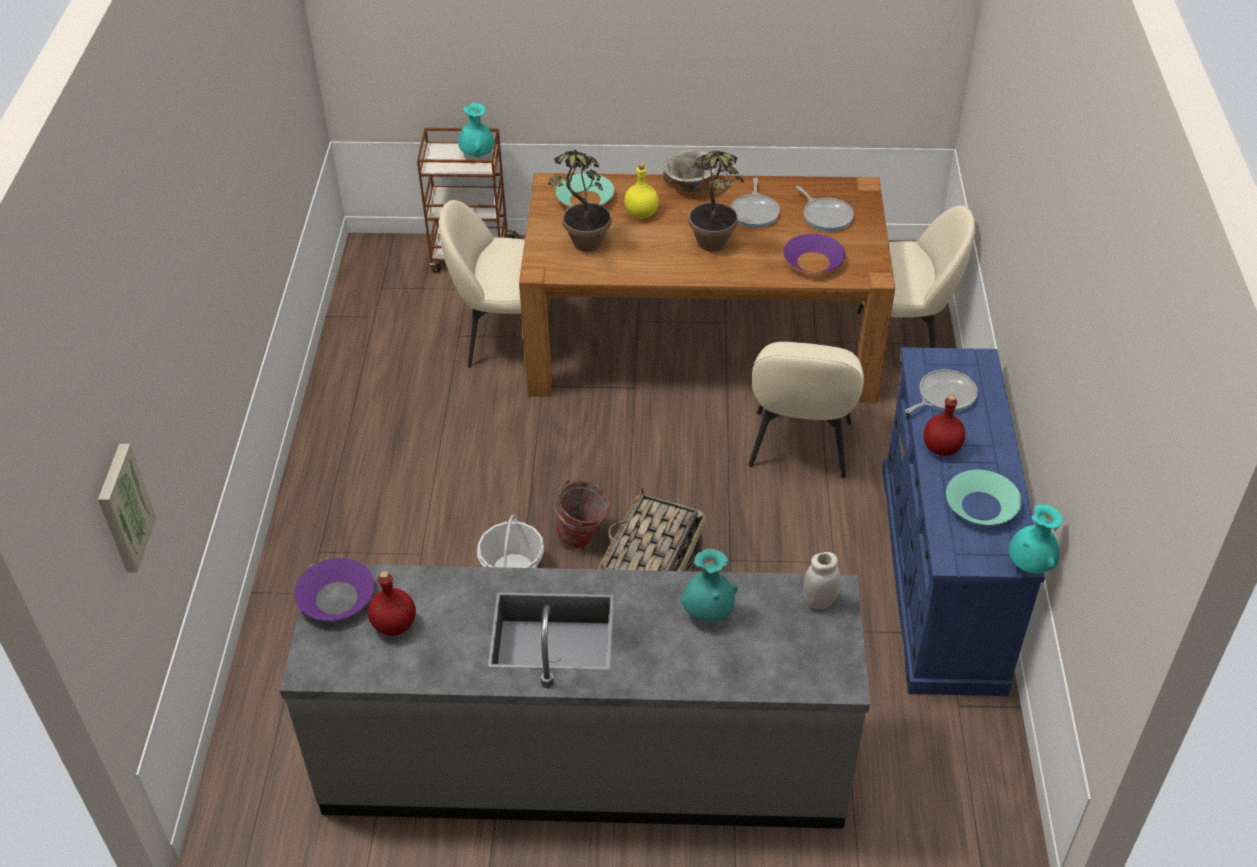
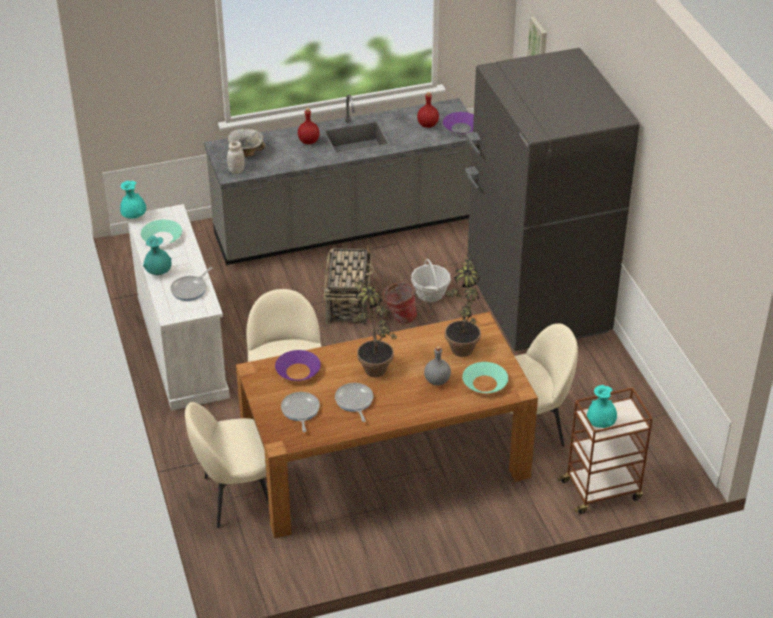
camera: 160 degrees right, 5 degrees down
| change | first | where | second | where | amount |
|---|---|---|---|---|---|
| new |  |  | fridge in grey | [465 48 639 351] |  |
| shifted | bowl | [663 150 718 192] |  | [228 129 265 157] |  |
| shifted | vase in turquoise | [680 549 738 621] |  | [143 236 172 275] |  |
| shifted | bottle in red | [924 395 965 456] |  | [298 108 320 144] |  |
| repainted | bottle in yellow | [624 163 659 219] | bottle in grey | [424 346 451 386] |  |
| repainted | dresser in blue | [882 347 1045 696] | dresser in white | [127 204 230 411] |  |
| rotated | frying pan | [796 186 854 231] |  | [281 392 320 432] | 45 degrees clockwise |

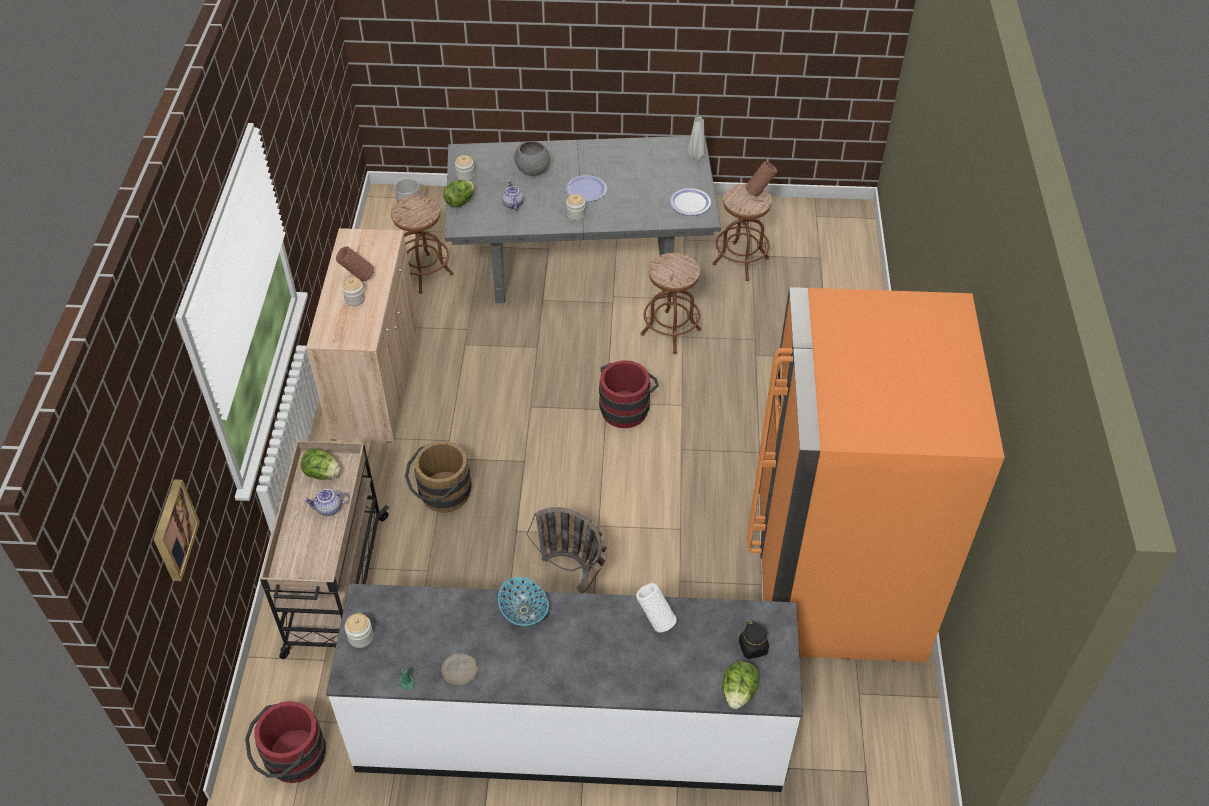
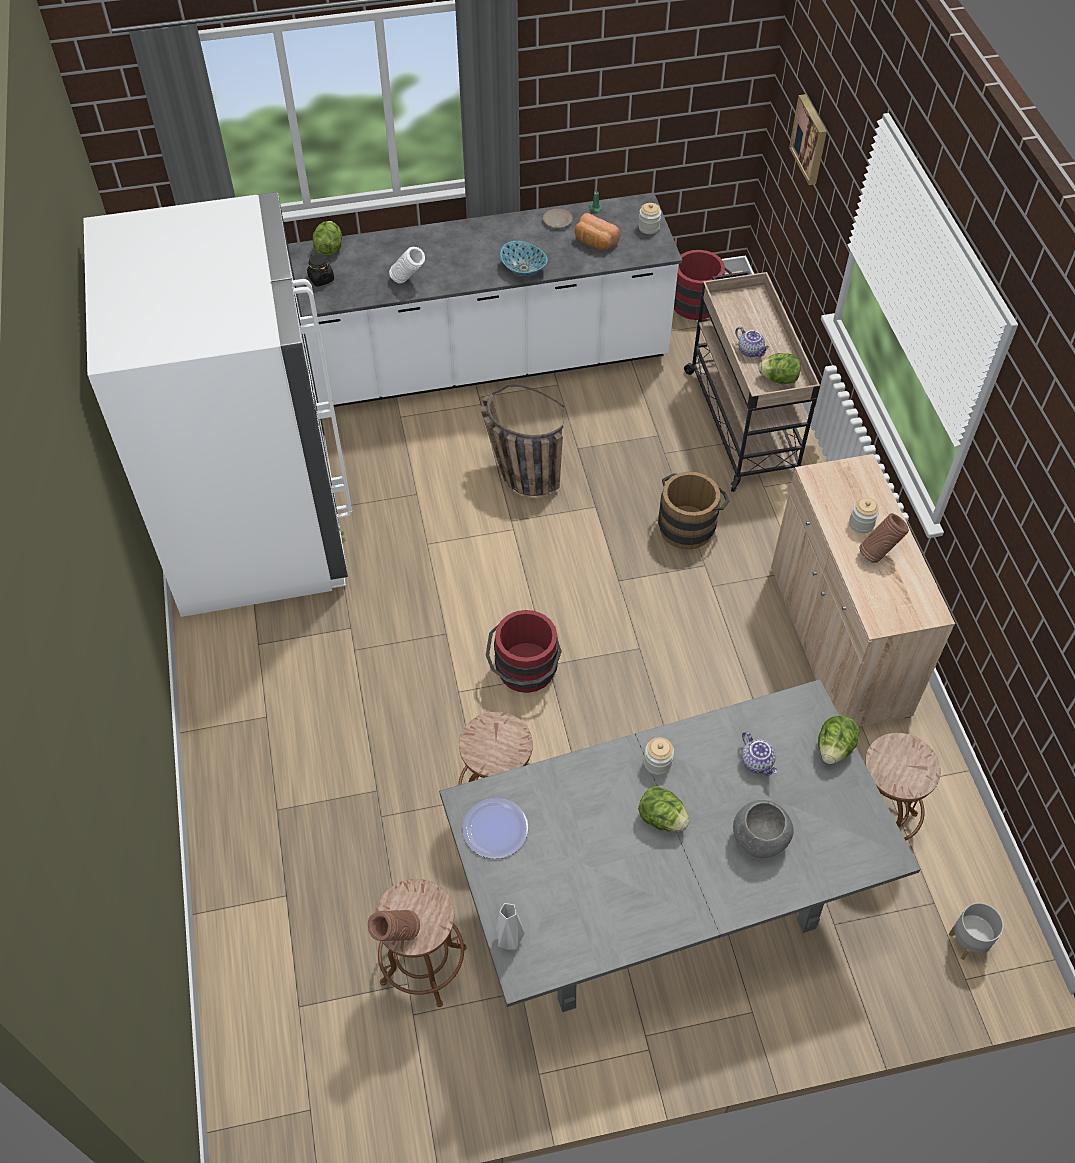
camera: 165 degrees right, 5 degrees up
| change | first | where | second | where | amount |
|---|---|---|---|---|---|
| gone | jar | [455 155 474 181] |  |  |  |
| new |  |  | bread | [575 213 620 250] |  |
| swapped | plate | [566 175 607 202] | lettuce | [638 786 690 832] |  |
| repainted | fridge in orange | [747 287 1004 662] | fridge in white | [83 192 352 617] |  |
| rotated | teapot | [303 489 350 516] |  | [735 327 770 357] | 75 degrees clockwise |

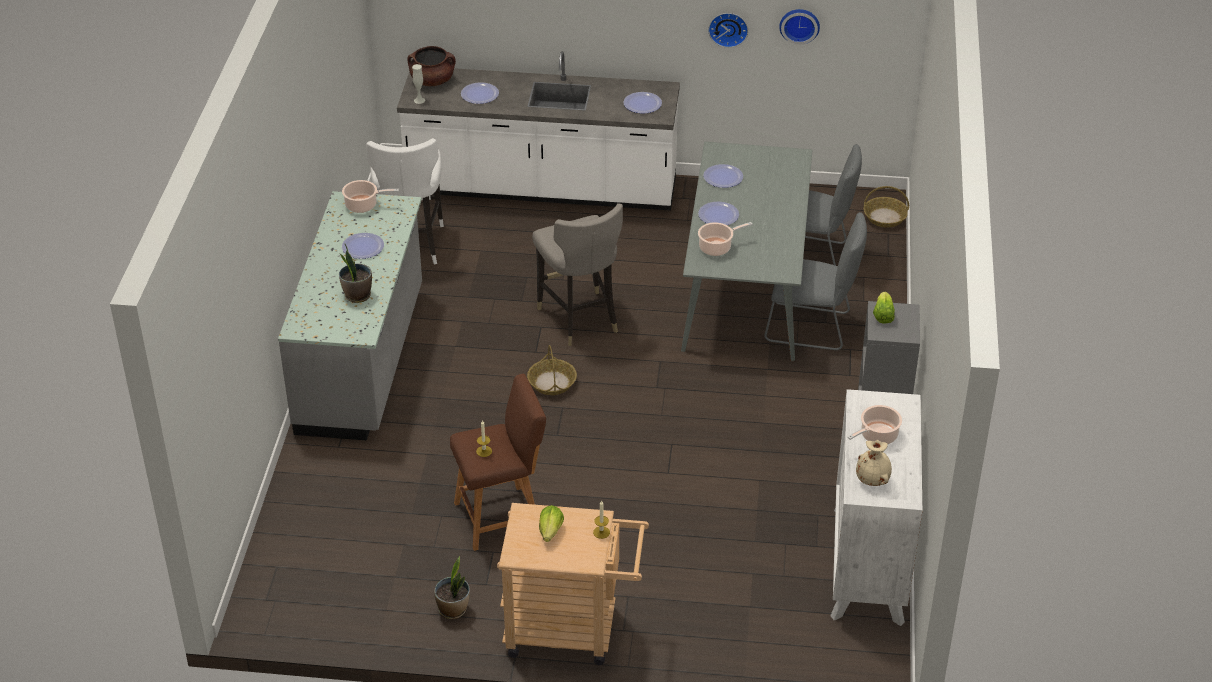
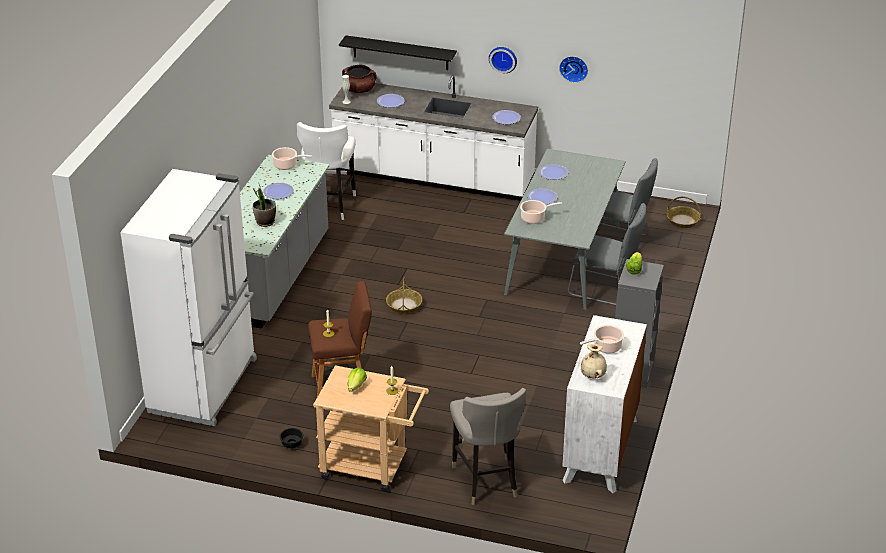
camera: 10 degrees right, 5 degrees down
| change | first | where | second | where | amount |
|---|---|---|---|---|---|
| new |  |  | fridge in white | [120 169 257 426] |  |
| new |  |  | shelf in black | [339 35 457 70] |  |
| shifted | stool in grey | [532 203 623 346] |  | [450 388 526 505] |  |
| shifted | wall clock | [779 9 820 45] |  | [489 47 517 73] |  |
| swapped | potted plant | [434 556 470 619] | bowl in black | [279 428 303 448] |  |

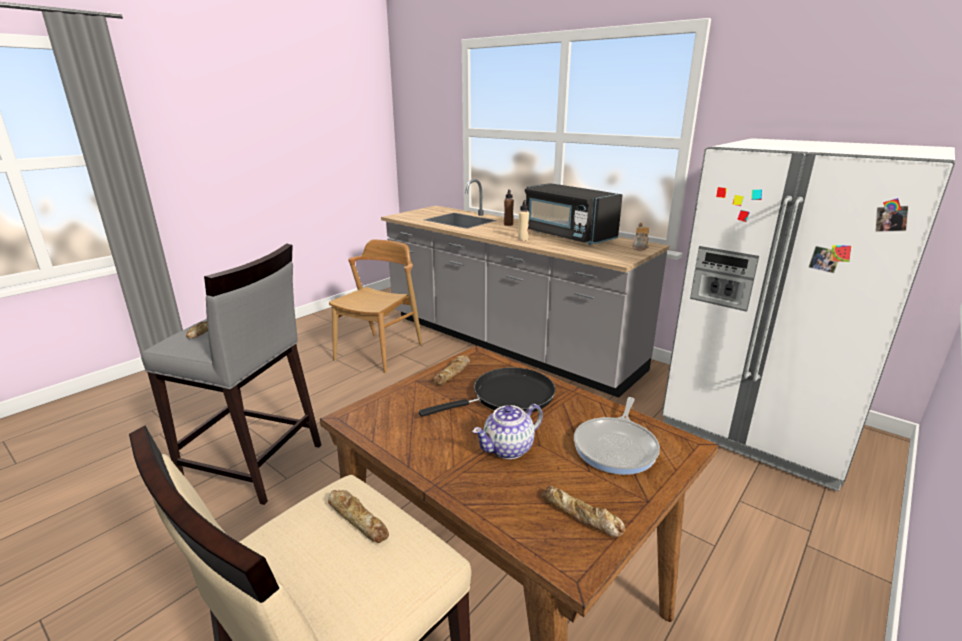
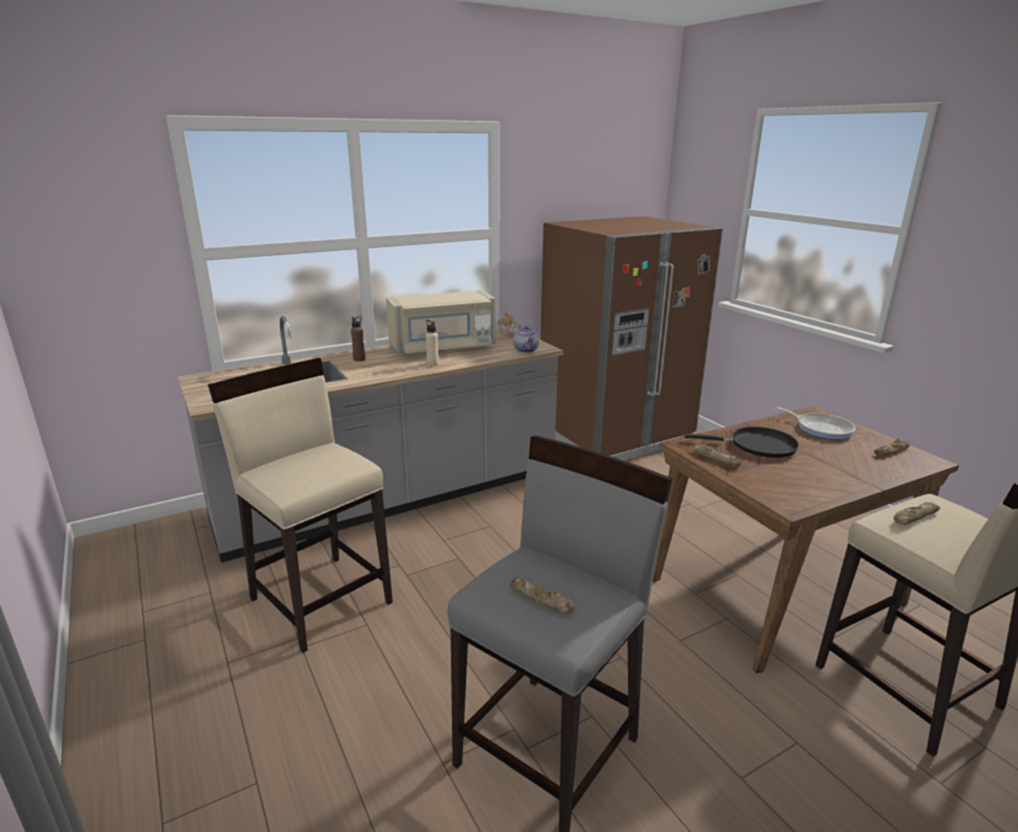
camera: 70 degrees left, 0 degrees up
| change | first | where | second | where | amount |
|---|---|---|---|---|---|
| shifted | teapot | [472 404 543 459] |  | [513 326 539 353] |  |
| swapped | chair in brown | [329 239 422 373] | stool in beige | [208 358 393 653] |  |
| repainted | microwave in black | [525 183 623 245] | microwave in beige | [386 290 496 355] |  |
| repainted | fridge in white | [662 138 955 492] | fridge in brown | [540 216 723 460] |  |
| rotated | frying pan in black | [419 367 555 417] |  | [685 427 799 458] | 105 degrees clockwise |

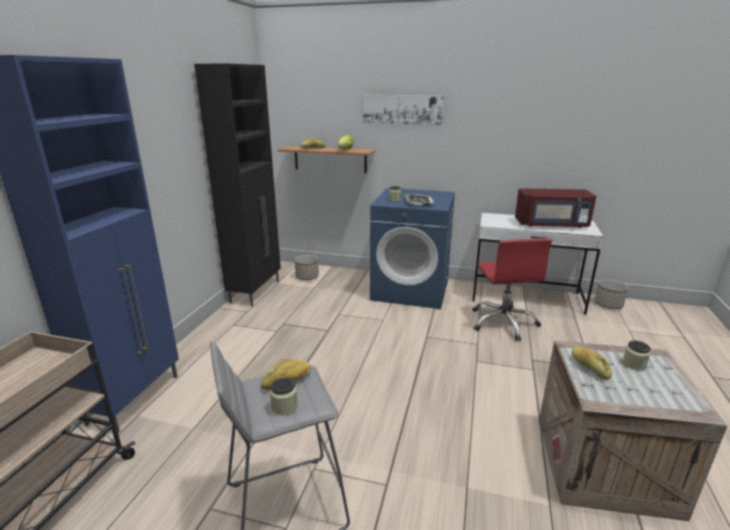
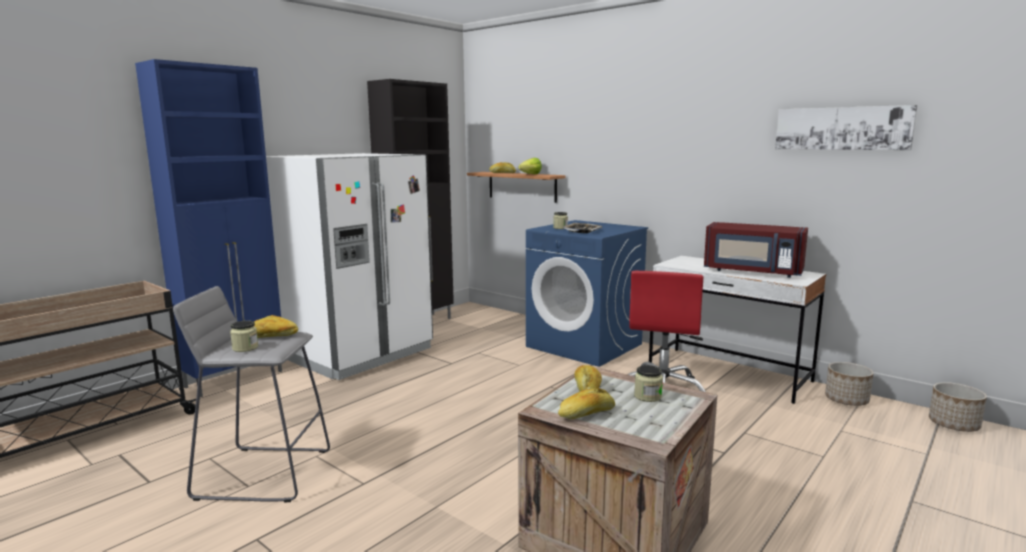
camera: 25 degrees right, 10 degrees down
| change | first | where | second | where | amount |
|---|---|---|---|---|---|
| new |  |  | fridge in white | [266 153 433 380] |  |
| new |  |  | bread | [558 388 615 420] |  |
| shifted | planter | [294 255 319 280] |  | [929 382 987 432] |  |
| shifted | picture | [363 95 444 125] |  | [775 105 918 150] |  |

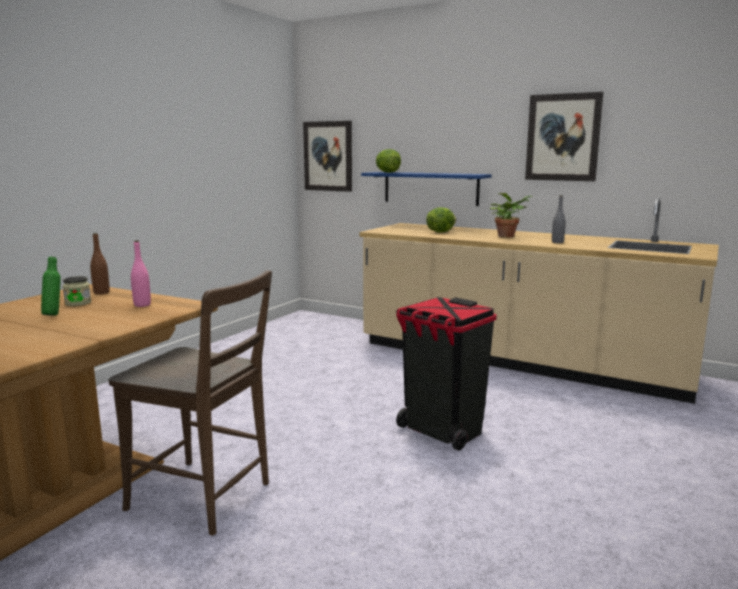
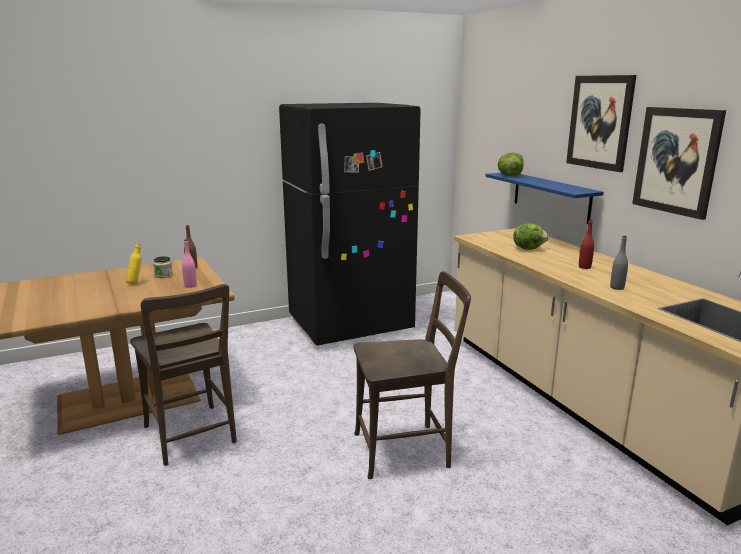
camera: 35 degrees right, 5 degrees up
| change | first | where | second | where | amount |
|---|---|---|---|---|---|
| new |  |  | fridge in black | [279 103 421 346] |  |
| shifted | picture | [303 121 352 192] |  | [566 75 636 172] |  |
| swapped | trash can in black | [396 297 497 451] | chair in brown | [353 271 471 479] |  |
| swapped | potted plant | [490 193 532 238] | bottle in red | [579 220 594 269] |  |
| repainted | bottle in green | [41 257 61 316] | bottle in yellow | [126 244 142 284] |  |

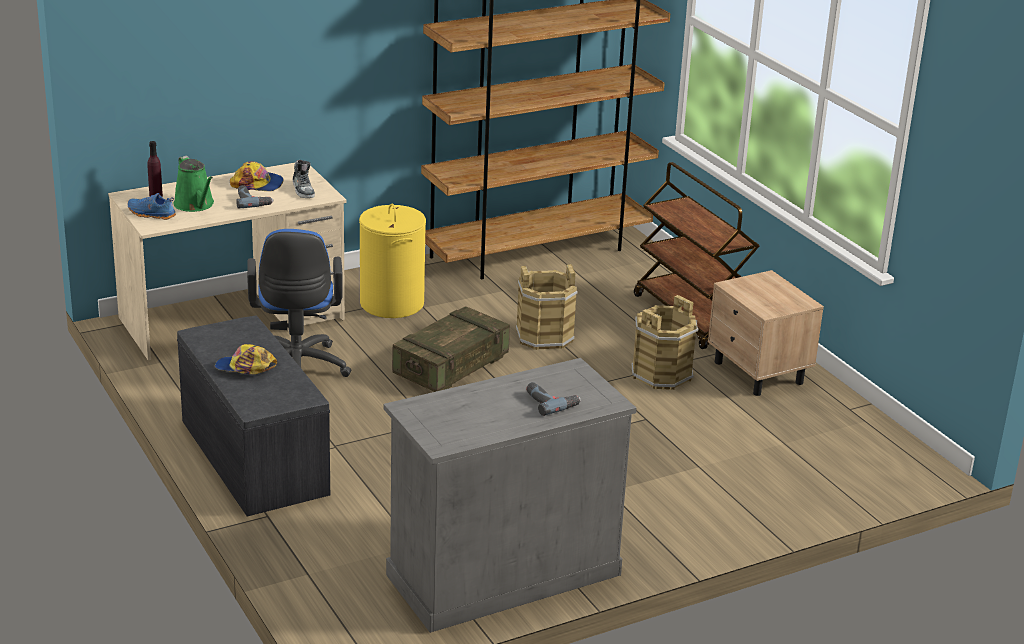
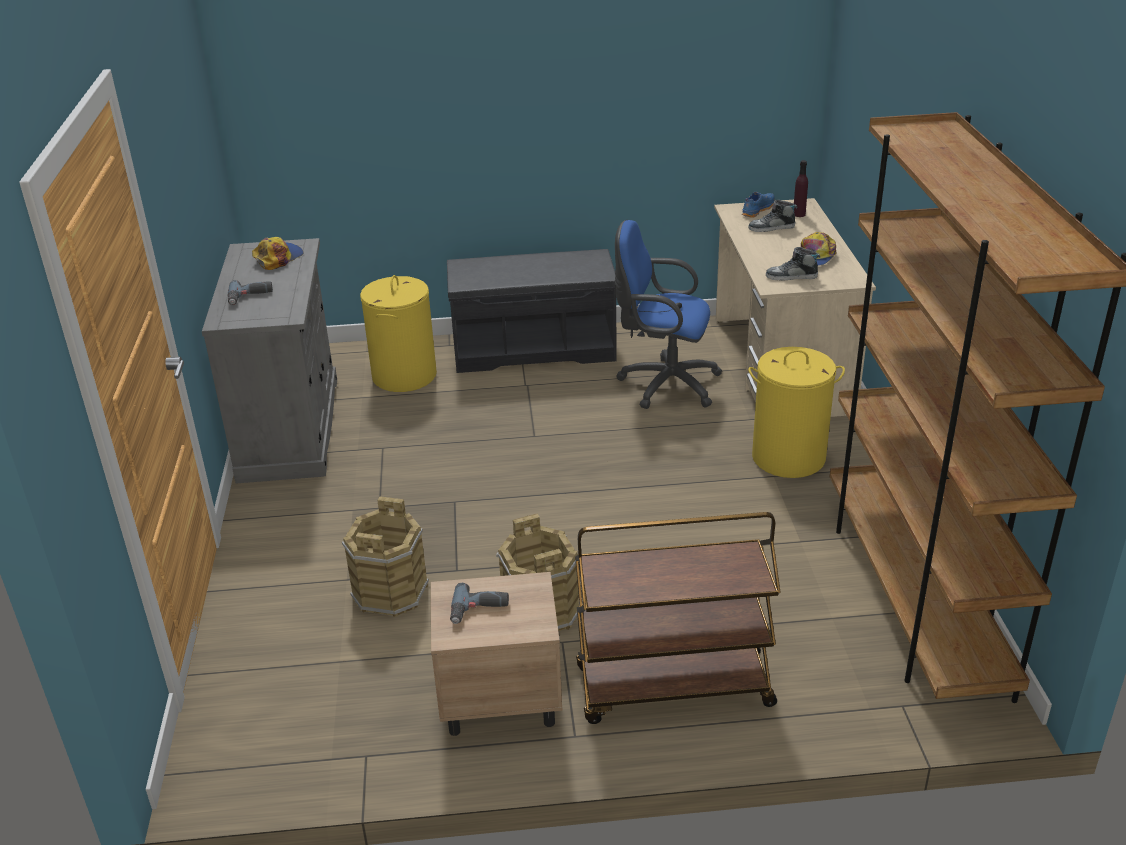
camera: 115 degrees right, 5 degrees up
| change | first | where | second | where | amount |
|---|---|---|---|---|---|
| gone | crate | [392 306 510 392] |  |  |  |
| new |  |  | laundry basket in yellow | [360 275 437 392] |  |
| shifted | cap | [215 344 277 374] |  | [252 237 304 270] |  |
| shifted | power drill | [236 185 274 209] |  | [450 583 509 624] |  |
| shifted | bucket in brown | [516 264 578 350] |  | [342 496 429 617] |  |
| swapped | watering can in green | [174 156 214 212] | shoe | [748 200 797 232] |  |

